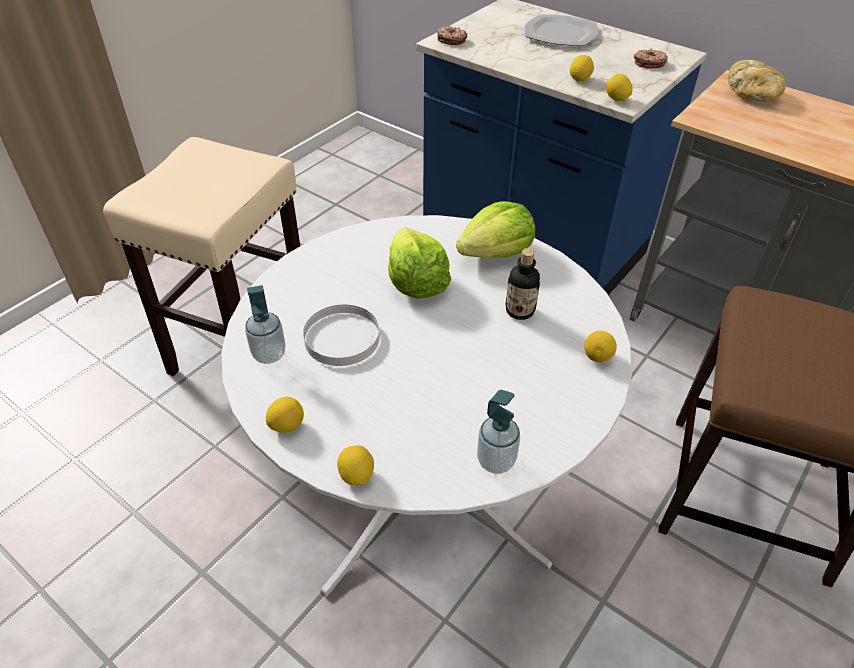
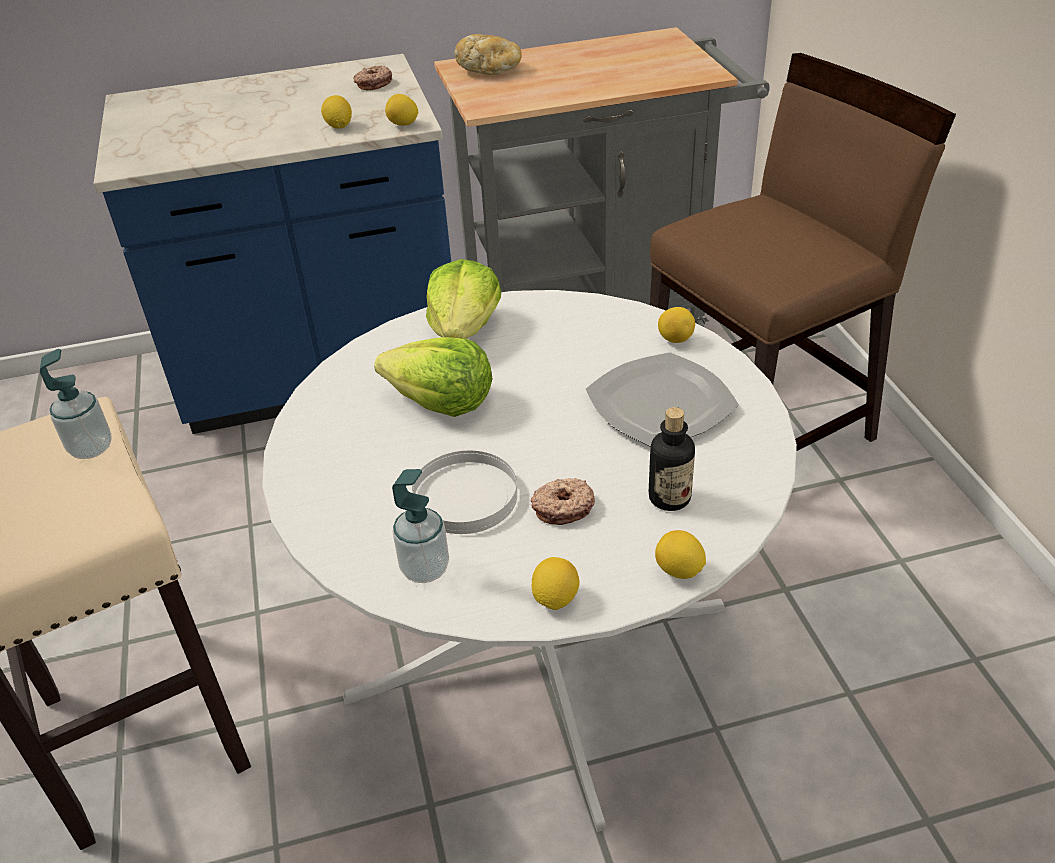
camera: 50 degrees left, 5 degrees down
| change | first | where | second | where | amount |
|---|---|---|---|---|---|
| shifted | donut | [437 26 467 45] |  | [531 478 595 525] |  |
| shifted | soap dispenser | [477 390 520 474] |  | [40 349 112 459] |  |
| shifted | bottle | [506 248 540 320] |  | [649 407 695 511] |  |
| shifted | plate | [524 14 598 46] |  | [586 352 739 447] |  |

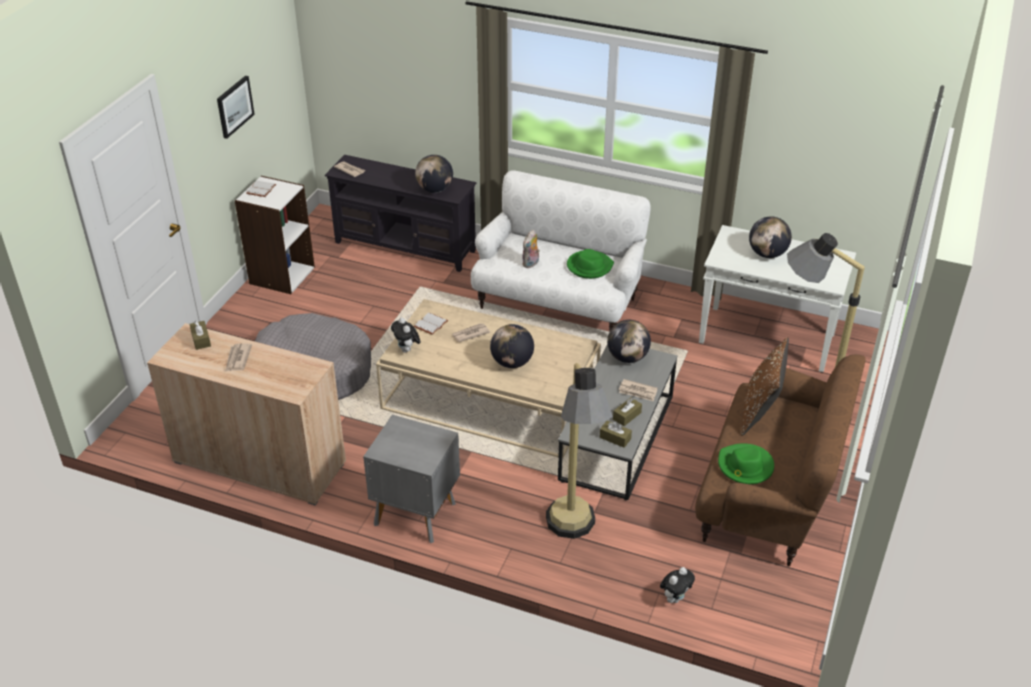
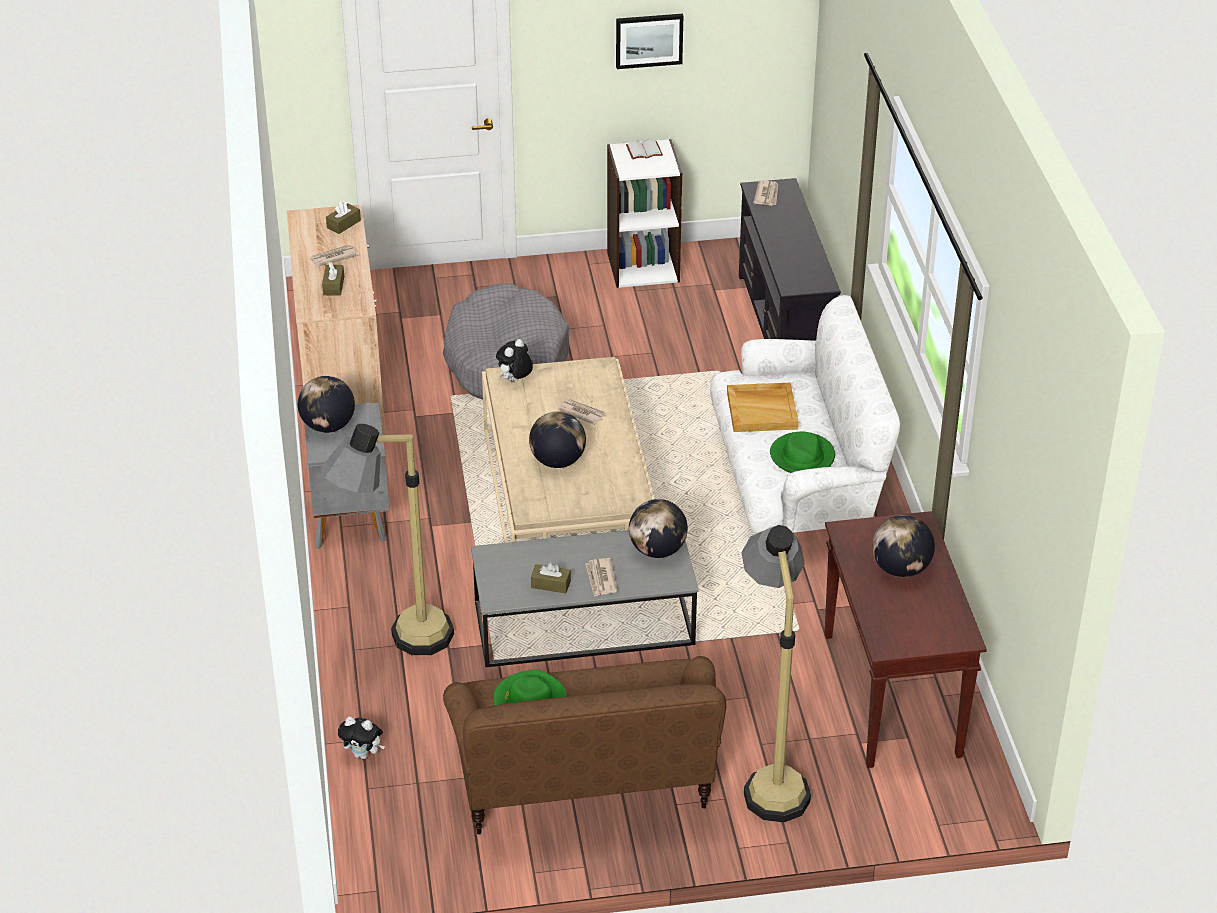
camera: 60 degrees right, 0 degrees up
| change | first | where | second | where | amount |
|---|---|---|---|---|---|
| gone | book in white | [414 313 448 335] |  |  |  |
| gone | pillow in brown | [741 337 789 436] |  |  |  |
| shifted | globe | [415 155 453 193] |  | [298 376 355 433] |  |
| shifted | tissue box in brown | [600 420 632 448] |  | [322 262 344 296] |  |
| swapped | plush toy | [523 230 540 268] | tray in beige | [727 382 799 432] |  |
| repainted | console table in white | [699 225 856 372] | console table in brown | [825 511 987 768] |  |

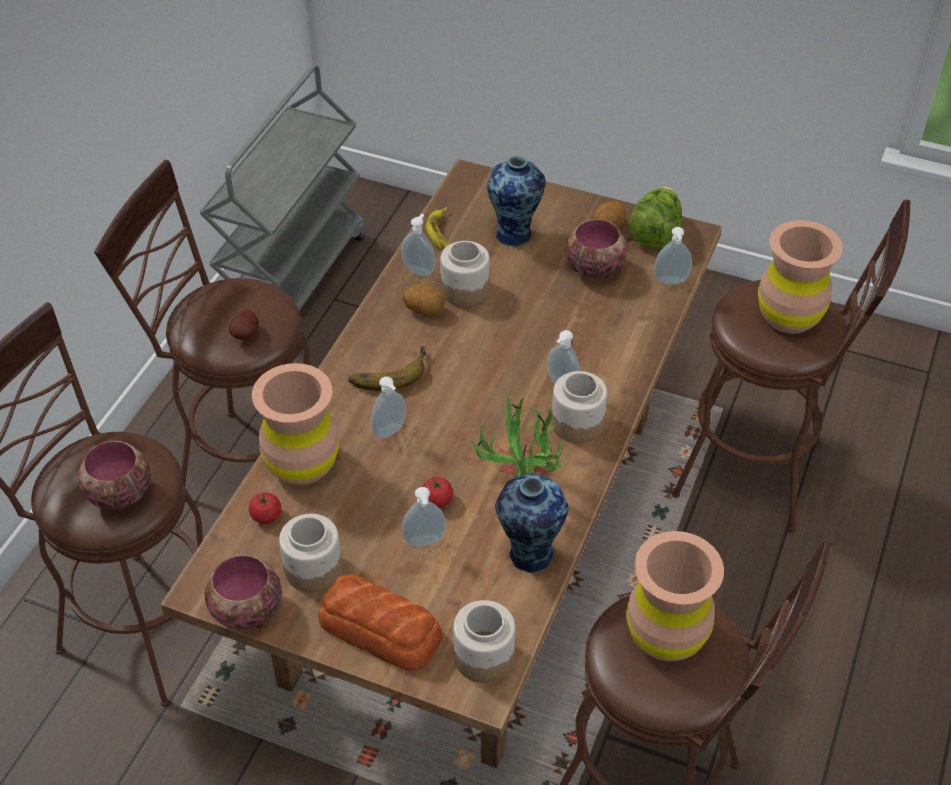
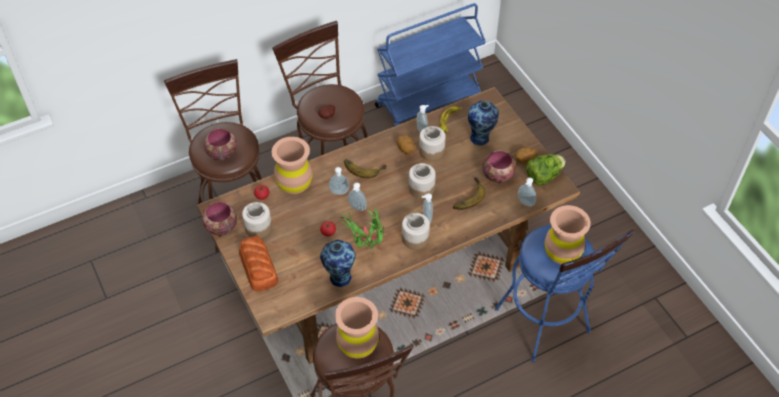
camera: 40 degrees right, 5 degrees up
| change | first | where | second | where | amount |
|---|---|---|---|---|---|
| new |  |  | banana | [453 177 486 210] |  |
| shifted | soap dispenser | [402 487 446 547] |  | [348 183 367 211] |  |
| shifted | jar | [453 600 515 683] |  | [409 163 436 199] |  |
| repainted | cart in grey | [199 65 365 311] | cart in blue | [375 3 486 127] |  |
| repainted | stool in brown | [672 200 911 533] | stool in blue | [495 225 635 362] |  |

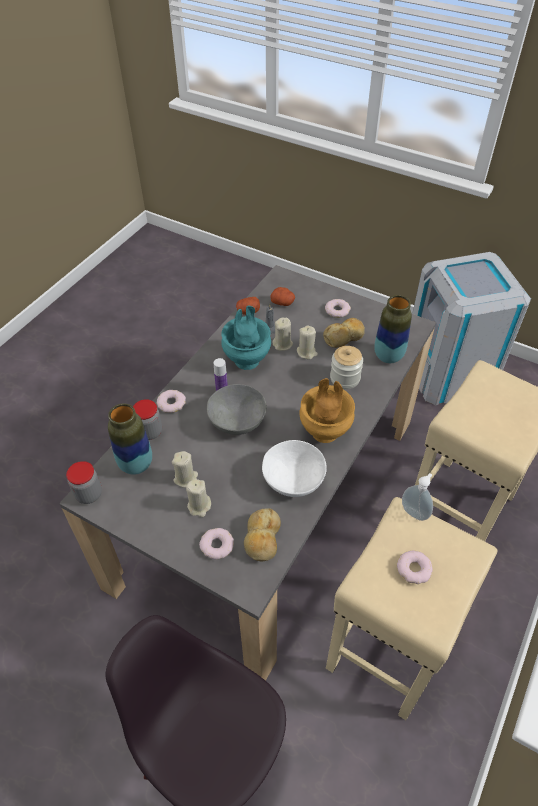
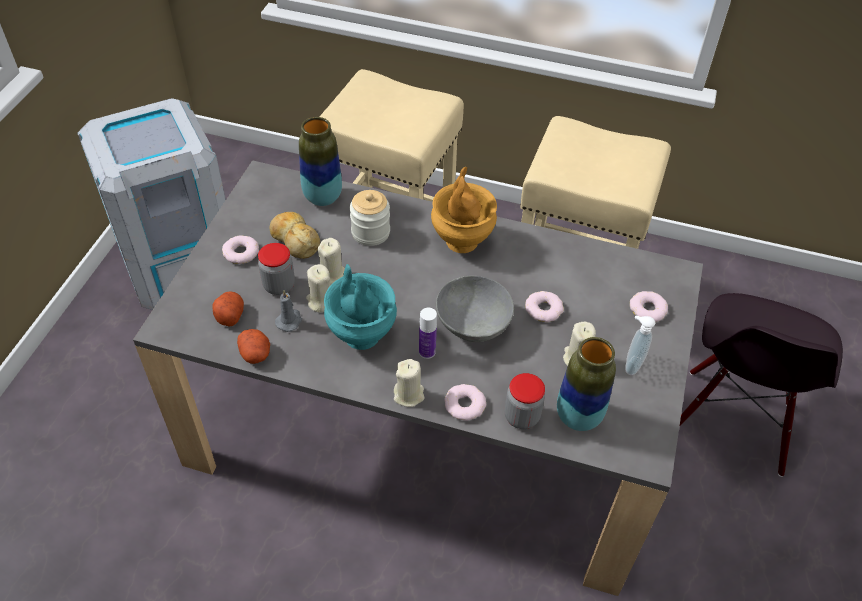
camera: 105 degrees left, 0 degrees up
| change | first | where | second | where | amount |
|---|---|---|---|---|---|
| gone | bread | [244 508 281 561] |  |  |  |
| gone | bowl in white | [262 440 327 497] |  |  |  |
| shifted | jar | [66 461 102 504] |  | [258 243 295 295] |  |
| shifted | candle in beige | [186 478 211 517] |  | [394 359 425 407] |  |
| shifted | donut | [397 550 433 584] |  | [525 291 564 322] |  |
| shifted | soap dispenser | [402 473 433 521] |  | [625 315 655 375] |  |

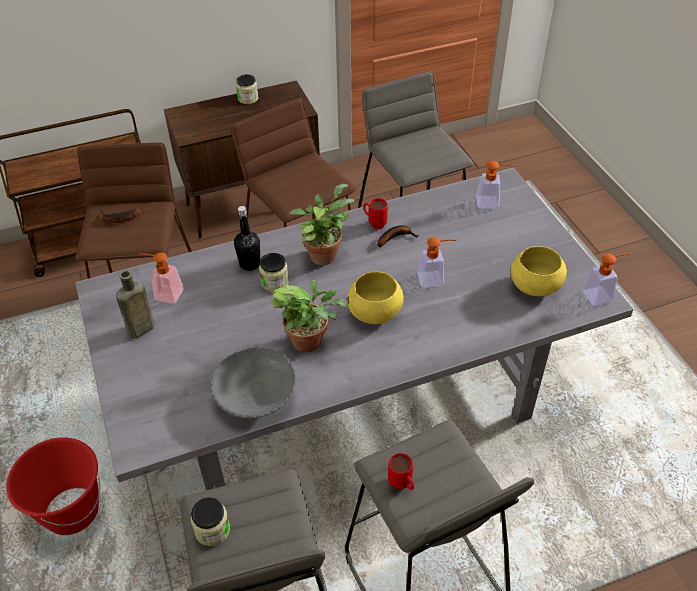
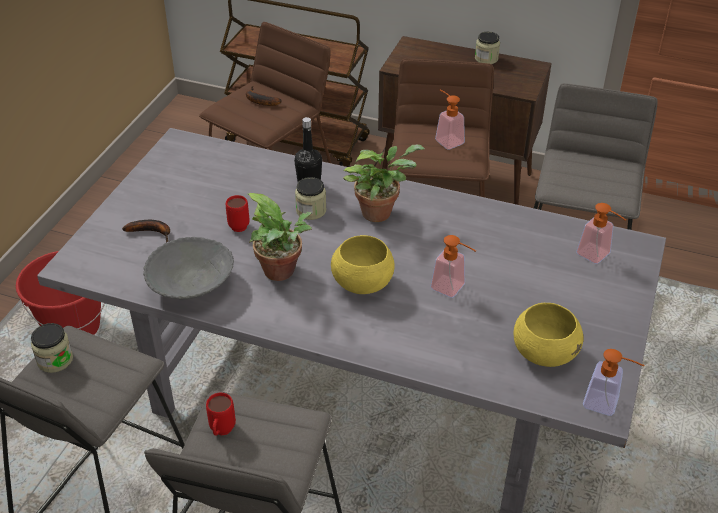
camera: 40 degrees right, 5 degrees down
| change | first | where | second | where | amount |
|---|---|---|---|---|---|
| gone | bottle in brown | [116 270 155 339] |  |  |  |
| shifted | soap dispenser | [138 252 184 304] |  | [435 90 465 150] |  |
| shifted | mug in red | [363 198 388 229] |  | [226 195 249 232] |  |
| shifted | banana | [377 225 418 247] |  | [122 220 170 243] |  |

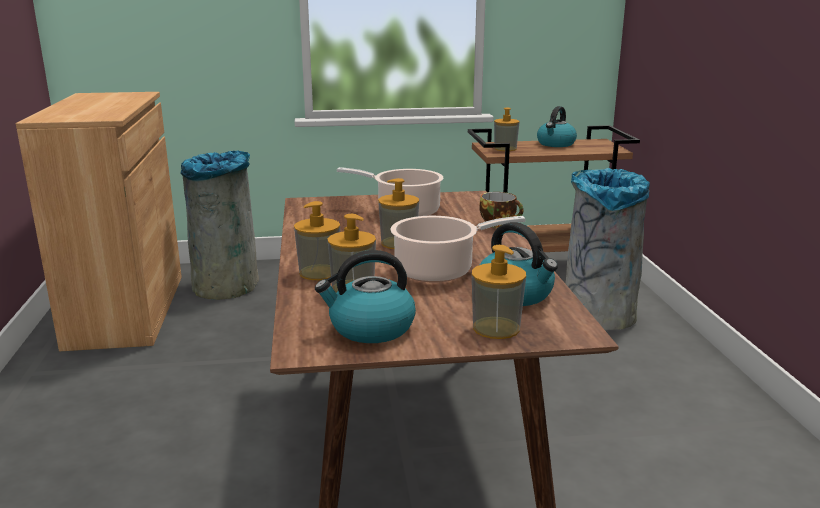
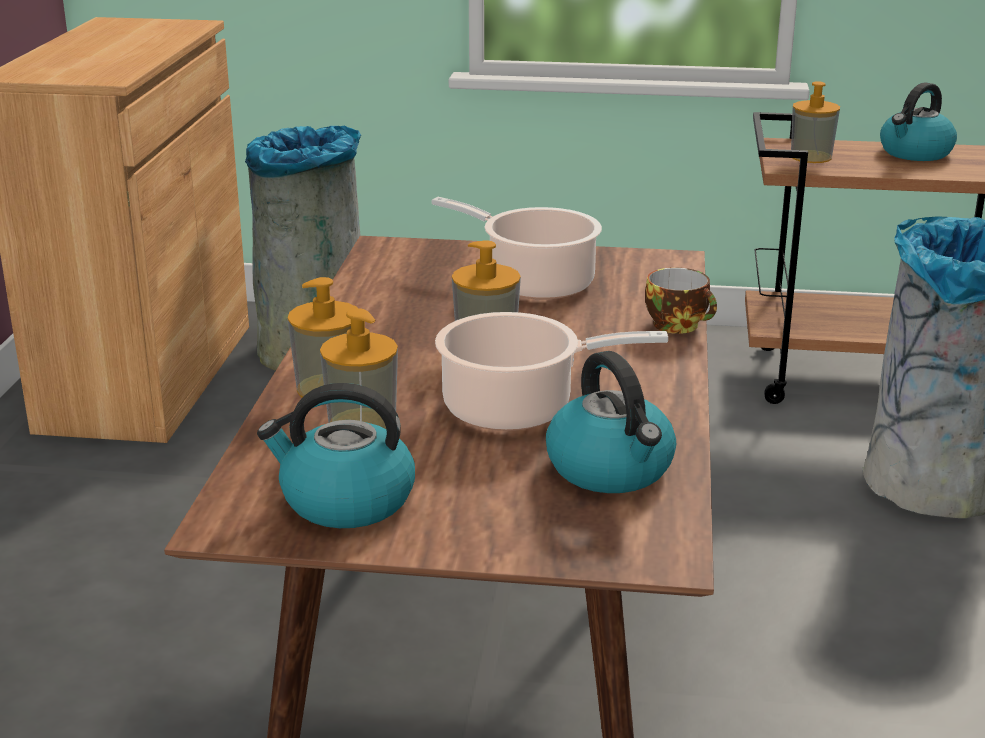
camera: 15 degrees right, 5 degrees up
| change | first | where | second | where | amount |
|---|---|---|---|---|---|
| gone | soap dispenser | [472 245 526 339] |  |  |  |

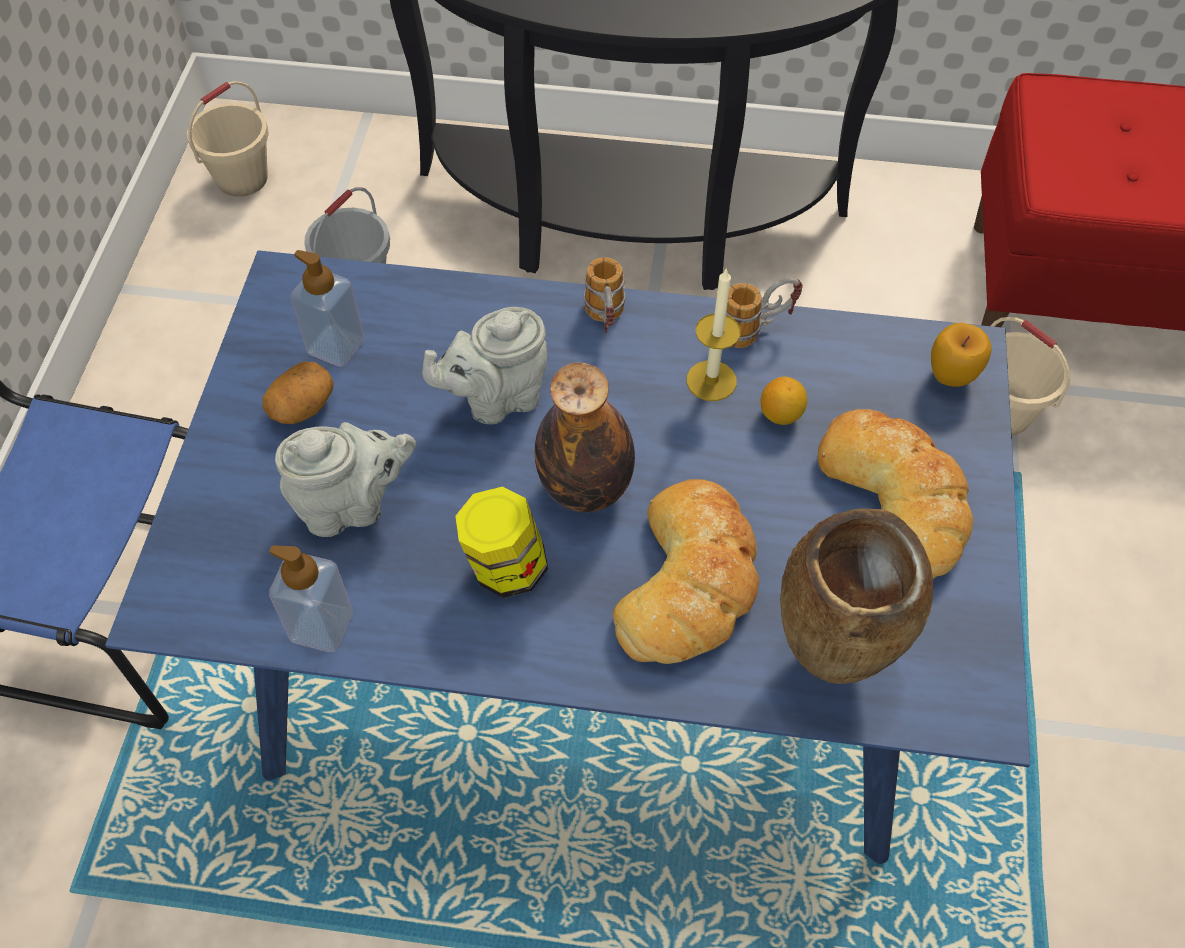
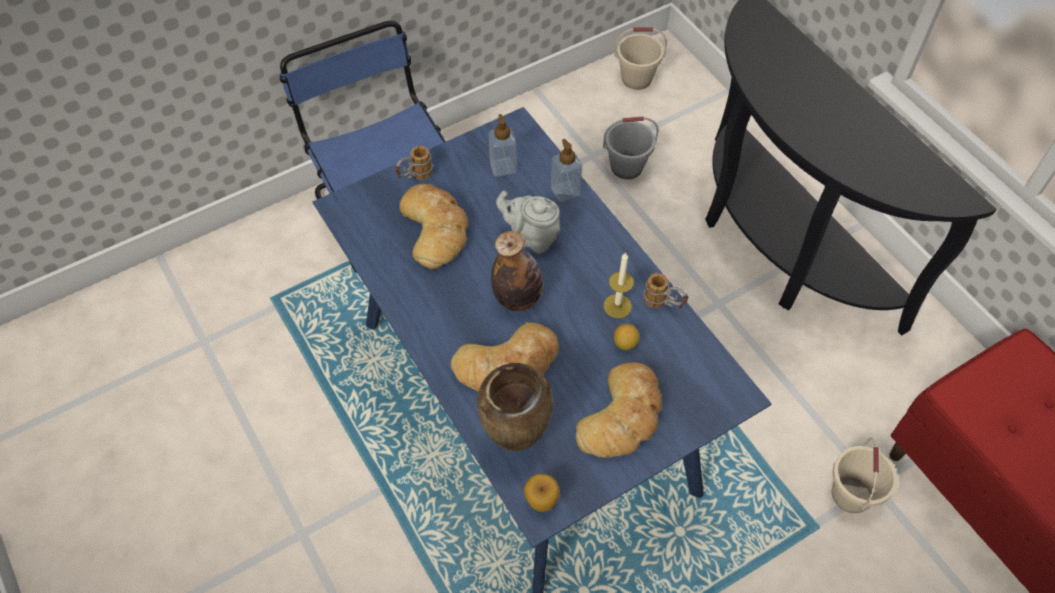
camera: 50 degrees right, 0 degrees up
| change | first | where | second | where | amount |
|---|---|---|---|---|---|
| gone | potato | [262 361 334 424] |  |  |  |
| gone | jar | [455 487 548 598] |  |  |  |
| shifted | soap dispenser | [269 545 353 652] |  | [551 139 582 202] |  |
| shifted | mug | [584 257 626 334] |  | [395 146 433 180] |  |
| shifted | apple | [931 323 992 387] |  | [524 474 560 512] |  |
| swapped | teapot in grey | [275 422 416 537] | bread | [399 184 468 269] |  |

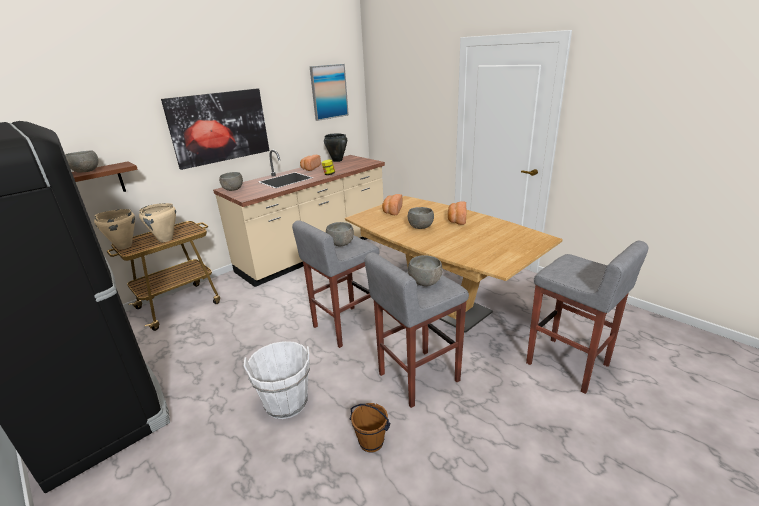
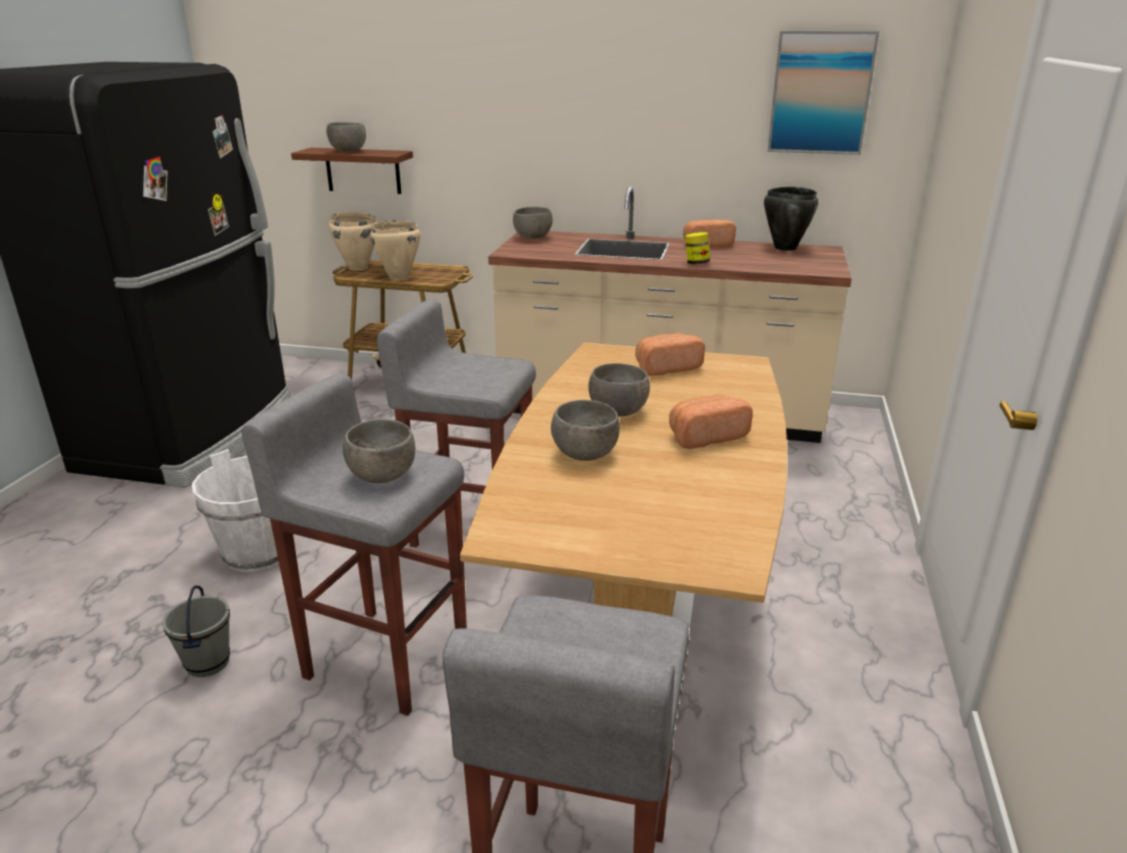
camera: 55 degrees right, 0 degrees up
| change | first | where | second | where | amount |
|---|---|---|---|---|---|
| gone | picture | [161 88 269 170] |  |  |  |
| shifted | bowl in grey | [326 222 354 246] |  | [551 400 620 461] |  |
| repainted | bucket in brown | [349 403 390 453] | bucket in grey | [162 585 230 677] |  |

